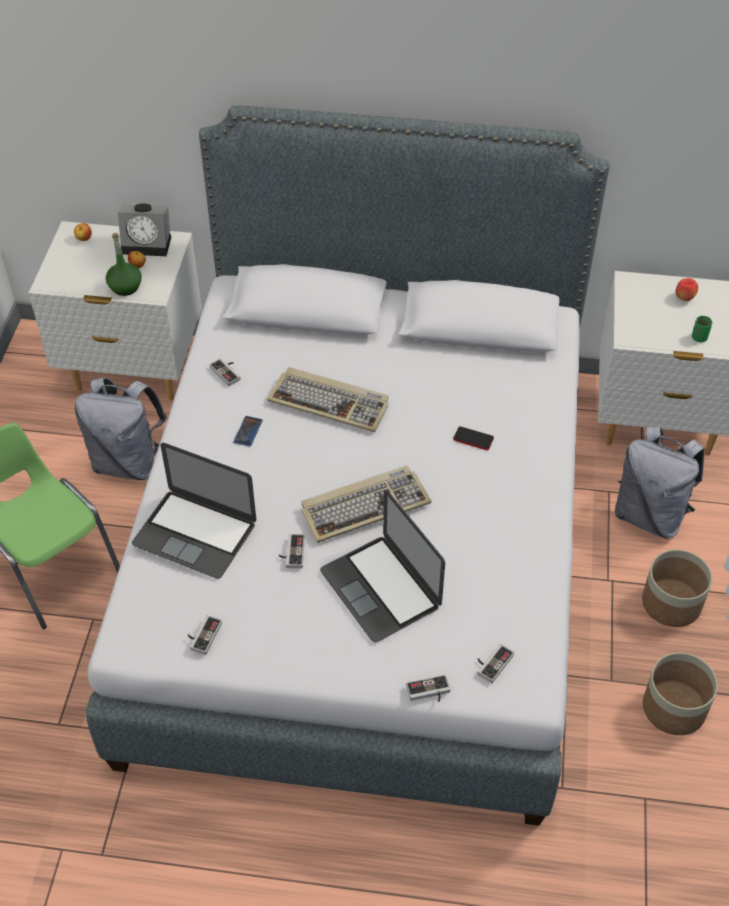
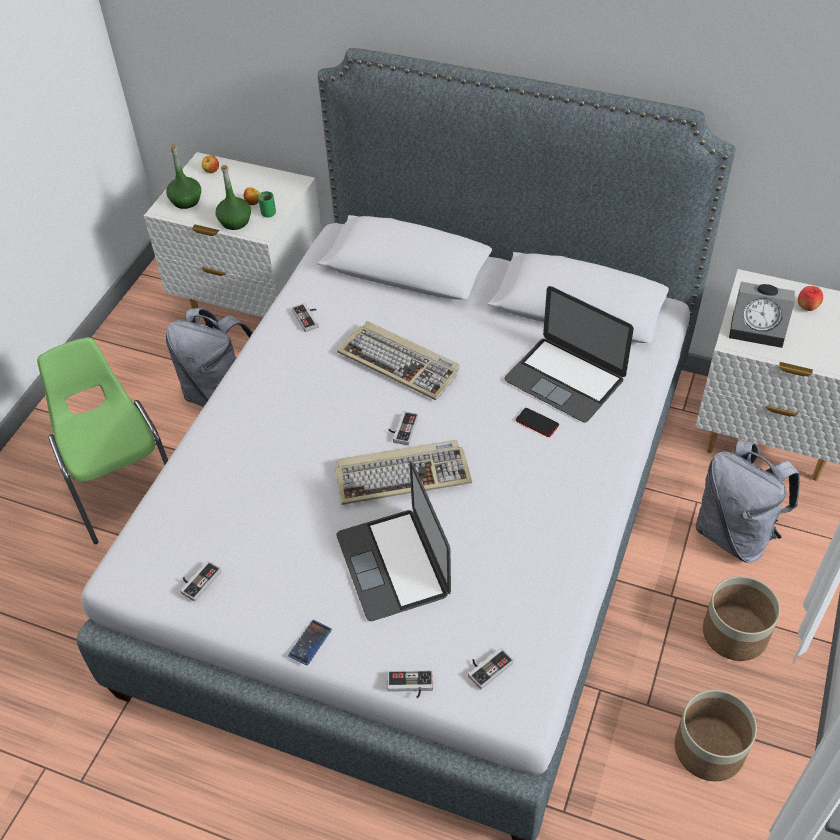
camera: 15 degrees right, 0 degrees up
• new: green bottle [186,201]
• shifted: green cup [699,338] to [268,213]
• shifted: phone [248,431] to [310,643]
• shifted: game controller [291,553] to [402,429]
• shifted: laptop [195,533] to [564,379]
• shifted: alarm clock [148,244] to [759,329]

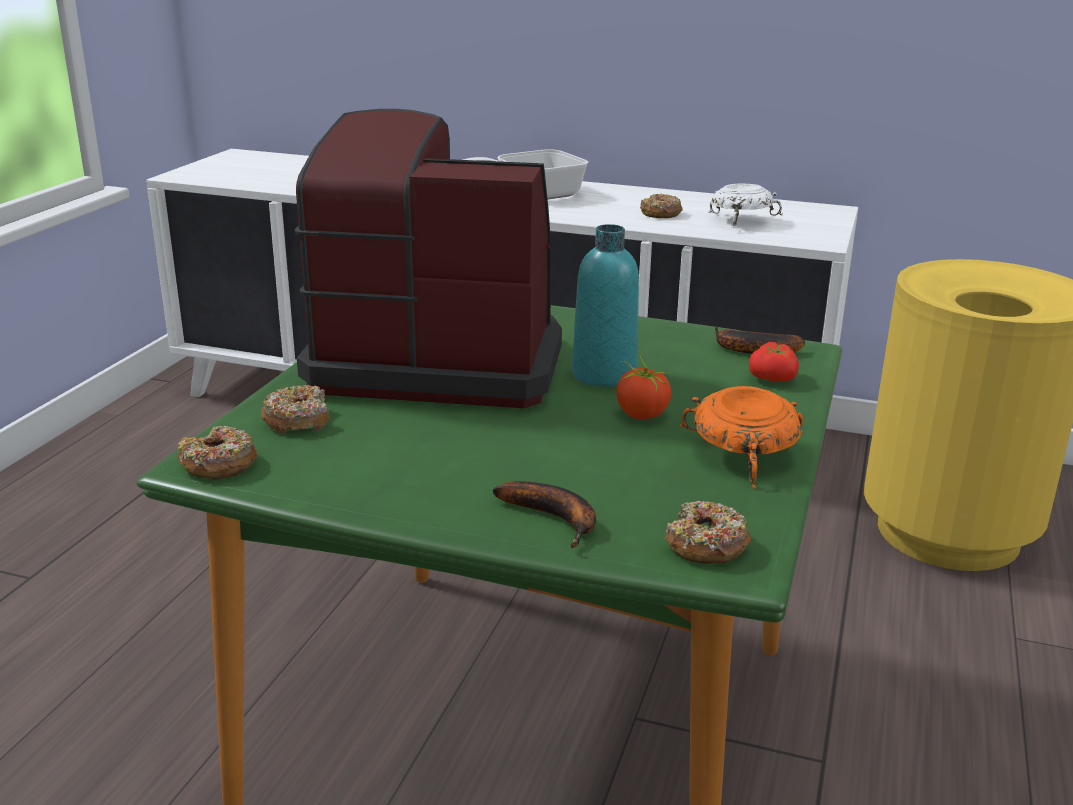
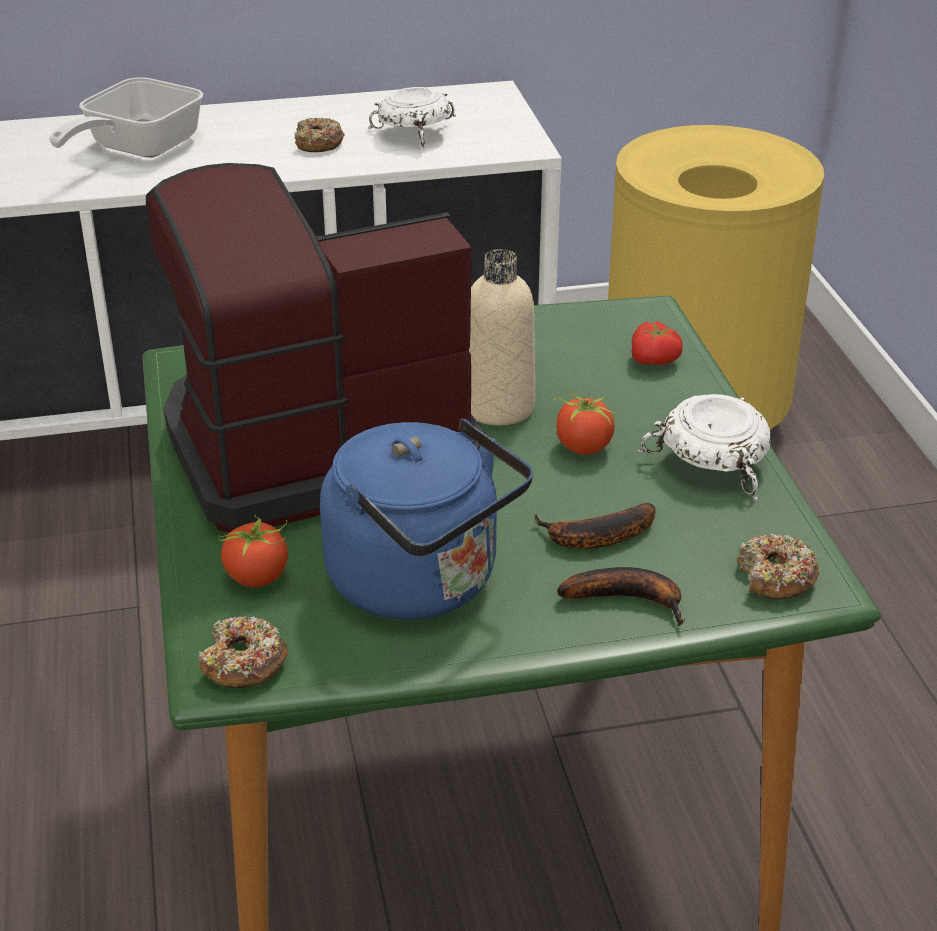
camera: 30 degrees left, 10 degrees up
• swapped: donut [297,420] to tomato [257,577]
• new: blue kettle [422,583]
• repainted: turquoise bottle [604,375] to beige bottle [498,407]
• shifted: banana [750,350] to [594,538]
• repainted: orange bowl [742,453] to white bowl [710,462]

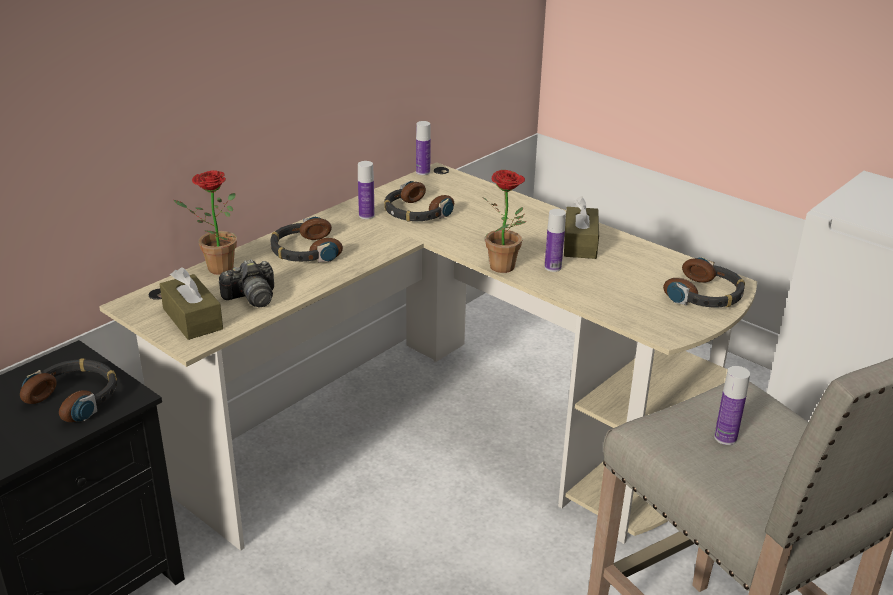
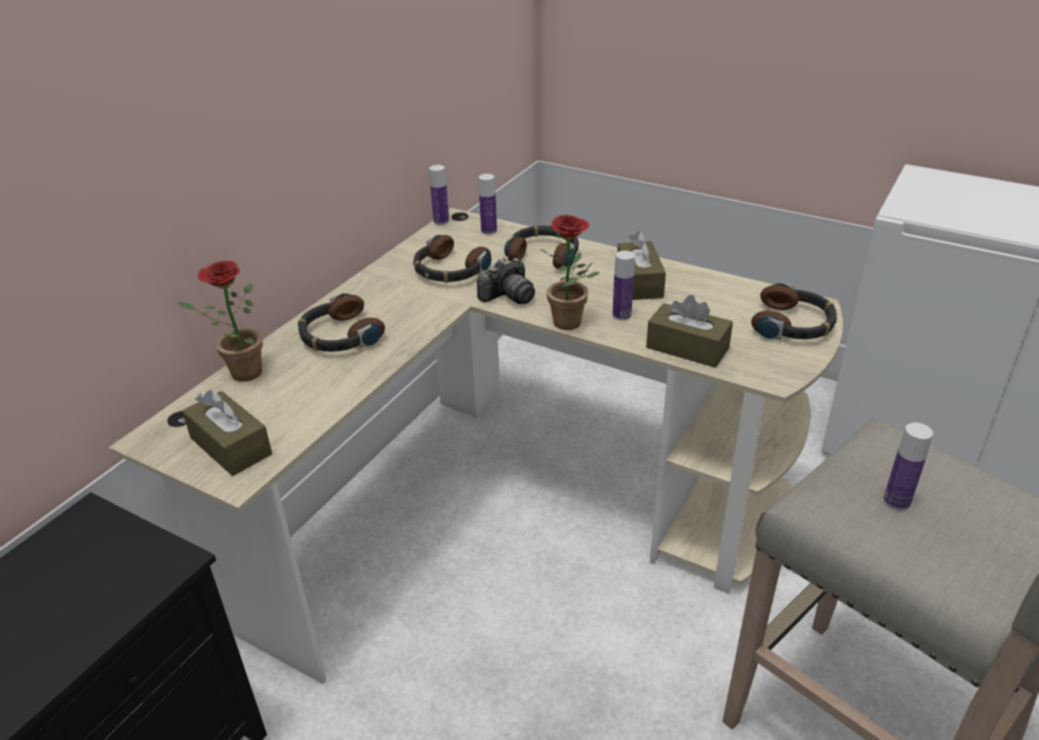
camera: 10 degrees left, 5 degrees up
• shifted: photo camera [251,298] to [508,296]
• shifted: bottle [366,215] to [489,231]
• shifted: headphones [76,397] to [544,254]
• new: brown tissue box [687,348]

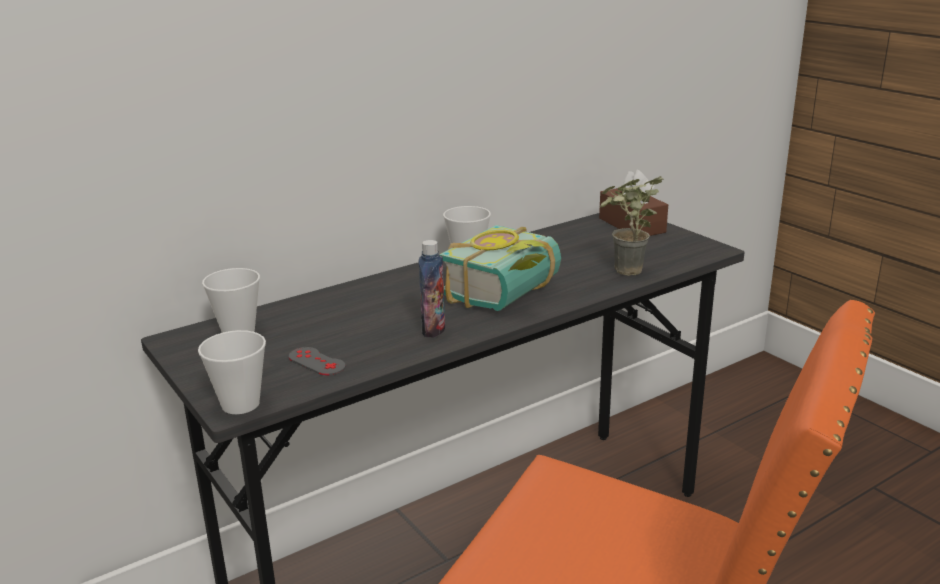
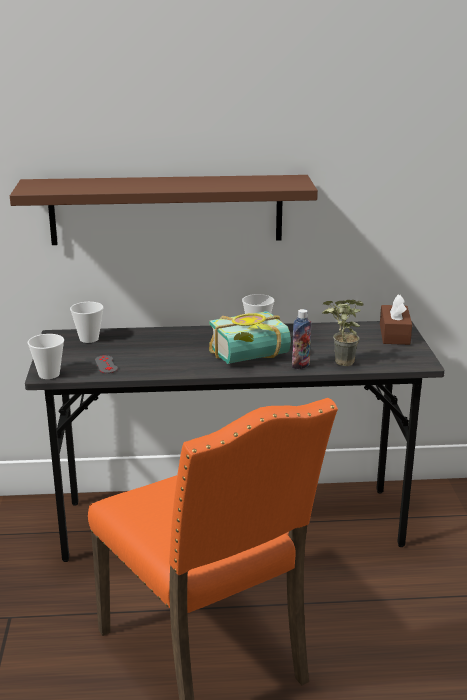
camera: 30 degrees right, 0 degrees up
• new: brown shelf [166,210]
• shifted: bottle [433,330] to [300,365]

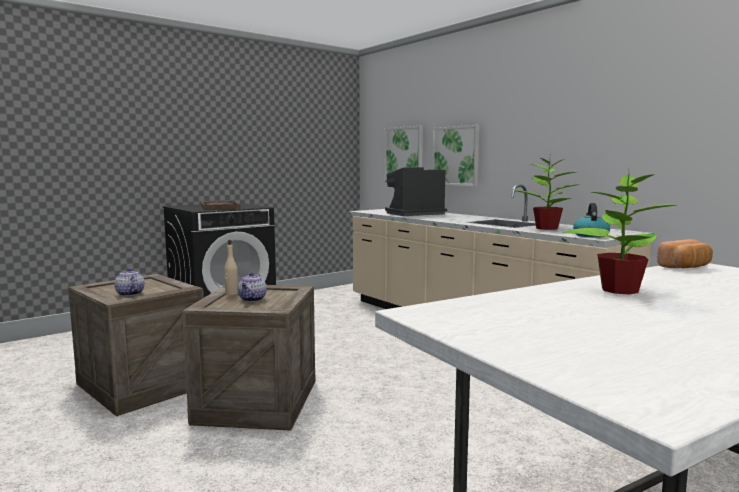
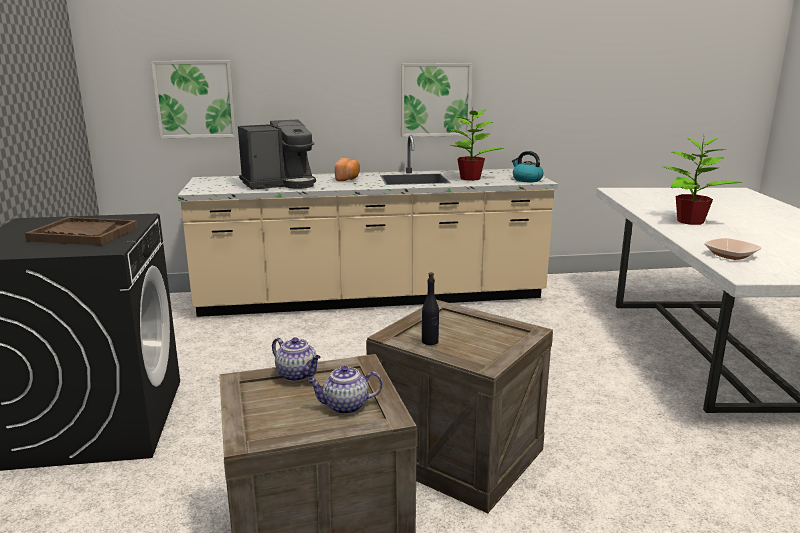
camera: 60 degrees left, 10 degrees up
• rotated: coffee machine [413,214] = [280,184] 120 degrees counterclockwise
• shifted: teapot [252,299] to [298,375]
• shifted: bread [686,267] to [348,179]
• shifted: picture [456,156] to [435,100]
• repainted: beige bottle [231,293] to black bottle [430,342]
• new: bowl [730,255]

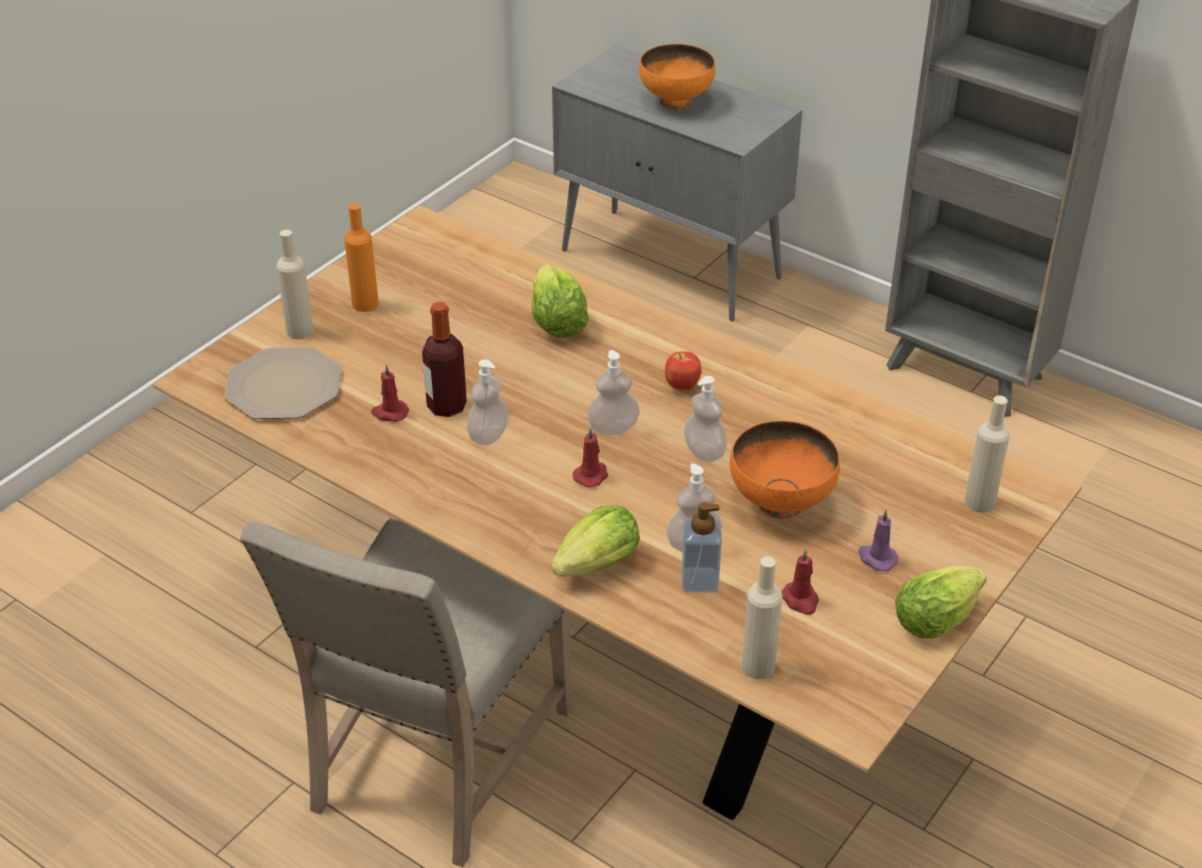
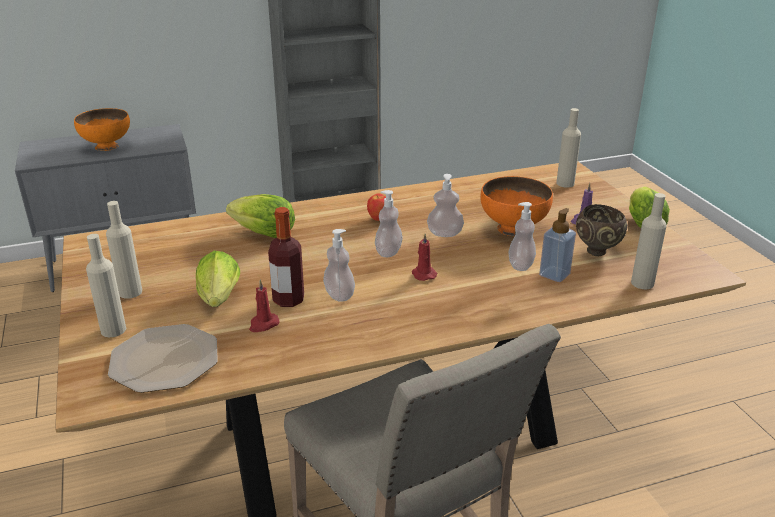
camera: 55 degrees left, 10 degrees down
• repainted: orange bottle [365,304] to beige bottle [130,292]
• shifted: lettuce [593,568] to [219,301]
• swapped: red candle [801,600] to brown bowl [598,252]

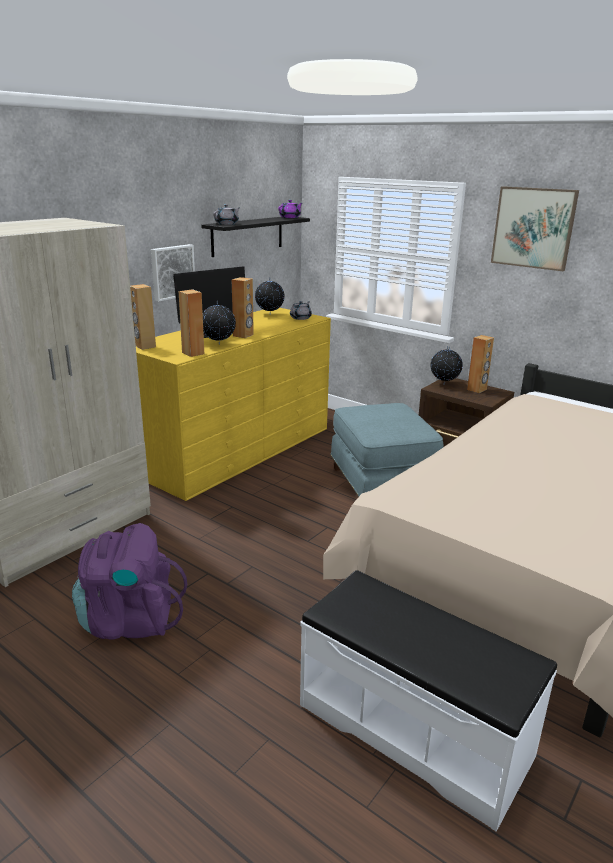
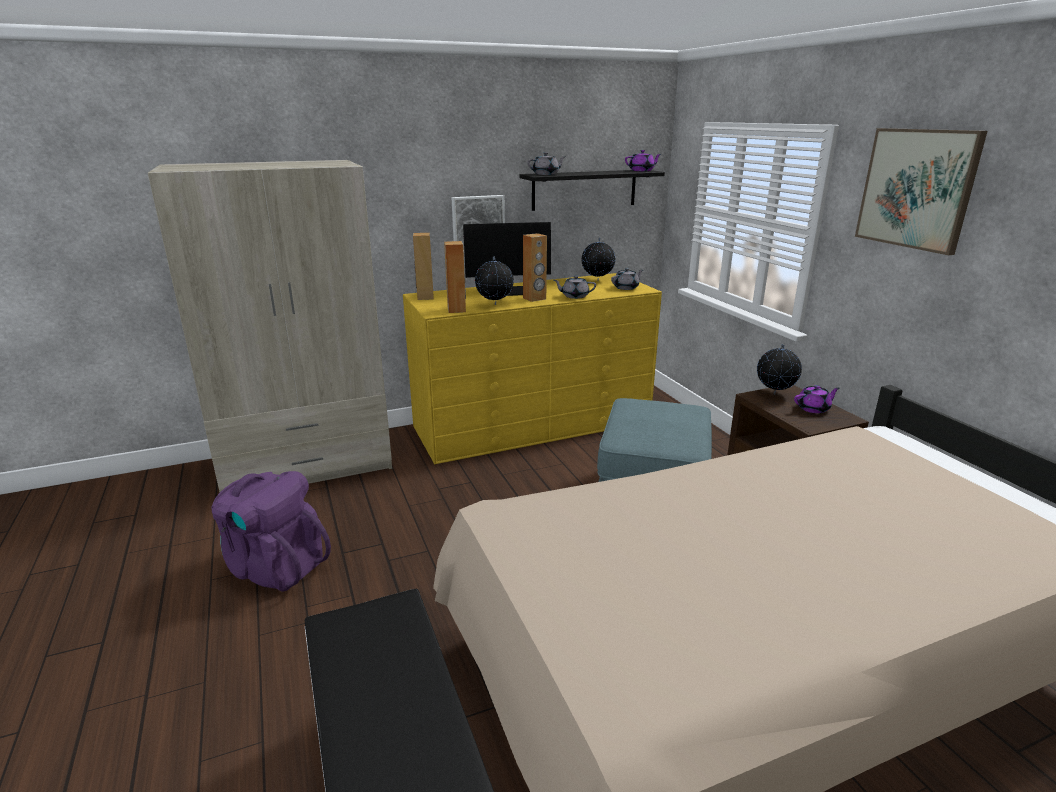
camera: 30 degrees right, 0 degrees up
• new: grey teapot [574,296]
• swapped: brown speaker [477,389] to purple teapot [813,408]

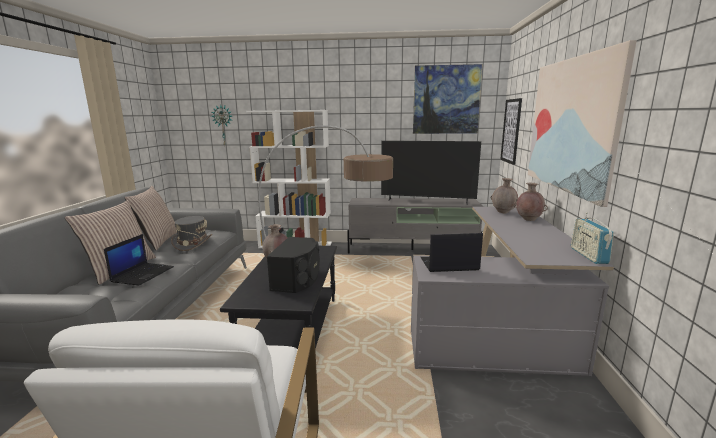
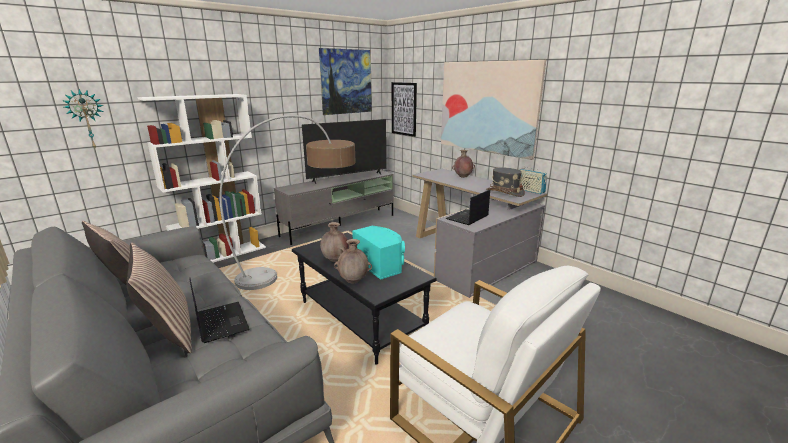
camera: 45 degrees left, 5 degrees up
• shifted: brown vase [503,212] to [353,281]
• repainted: black speaker [297,279] to turquoise speaker [380,264]
• shifted: grey hat [192,243] to [504,192]

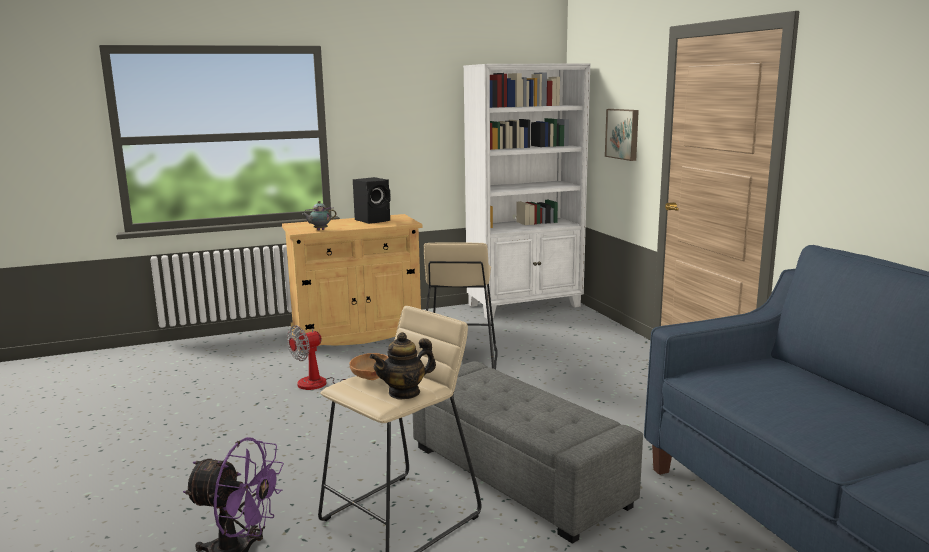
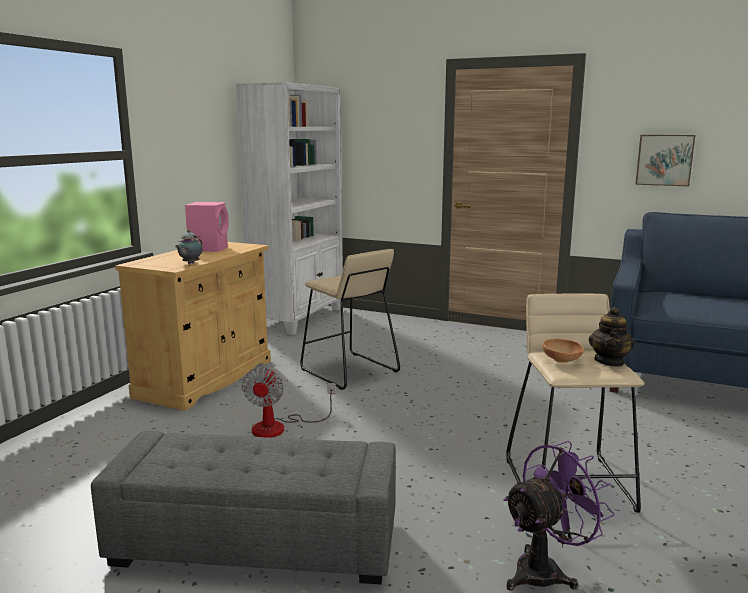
camera: 45 degrees left, 0 degrees up
• shifted: grey ottoman [518,475] to [256,542]
• repainted: black speaker [373,220] to pink speaker [209,249]
• shifted: picture [623,134] to [664,160]

